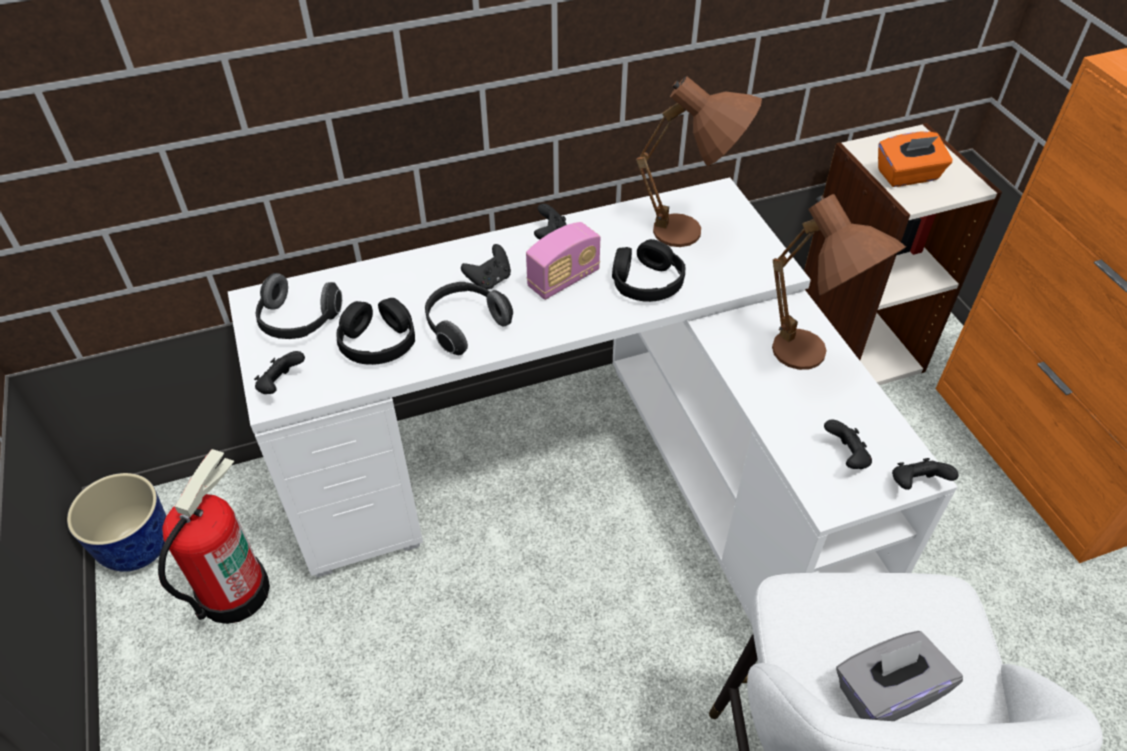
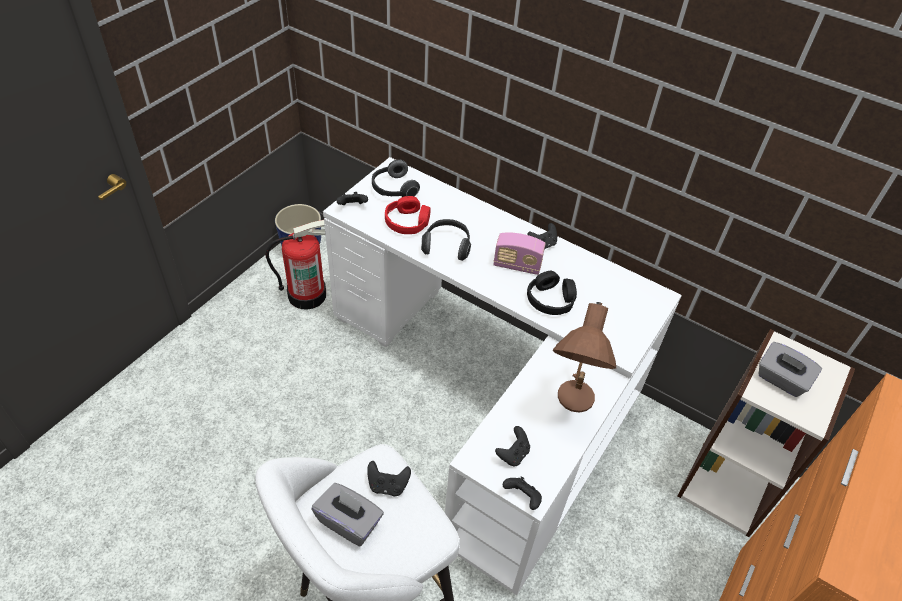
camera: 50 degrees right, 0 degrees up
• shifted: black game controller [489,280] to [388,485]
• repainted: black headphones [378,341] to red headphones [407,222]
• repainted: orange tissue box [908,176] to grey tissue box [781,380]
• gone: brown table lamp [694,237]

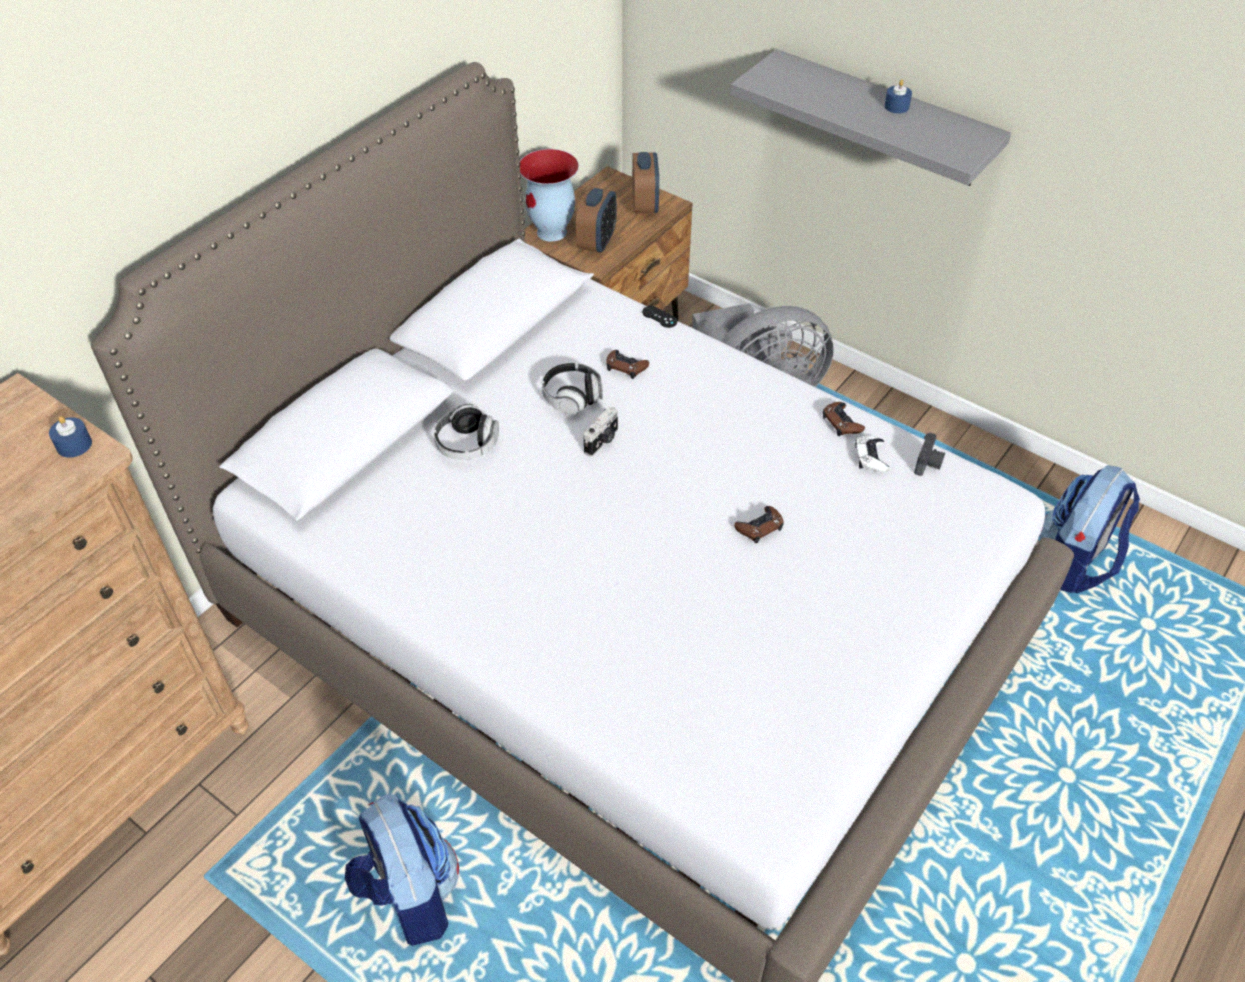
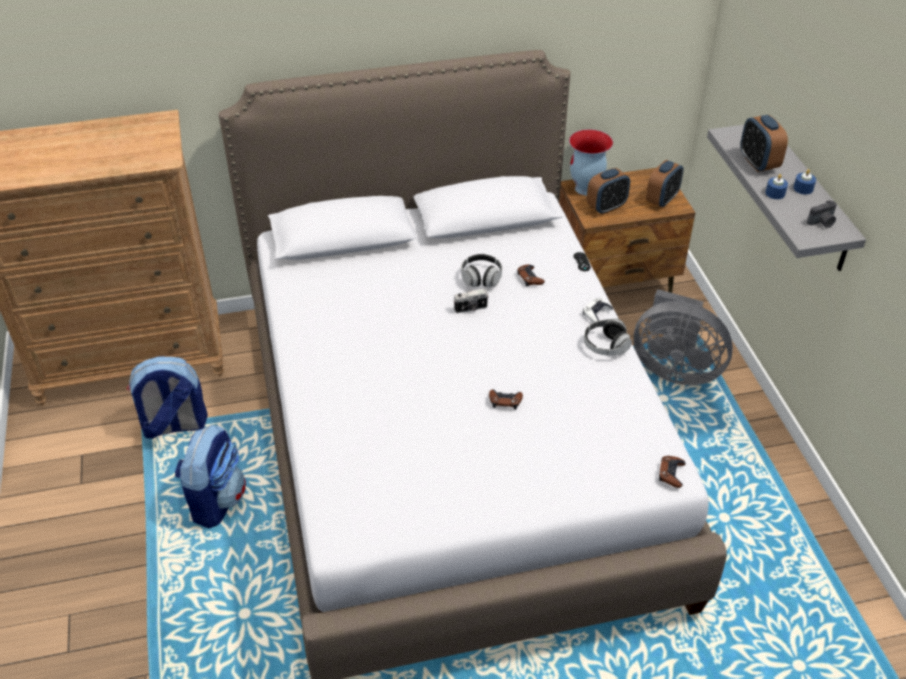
camera: 40 degrees right, 5 degrees down
• shifted: backpack [1073,564] to [174,426]
• shifted: white game controller [870,457] to [596,313]
• shifted: headphones [467,444] to [605,345]
• shifted: brown game controller [841,422] to [671,474]
• new: alarm clock [758,163]
• shifted: blue candle [74,445] to [775,193]
• shifted: photo camera [928,464] to [822,222]

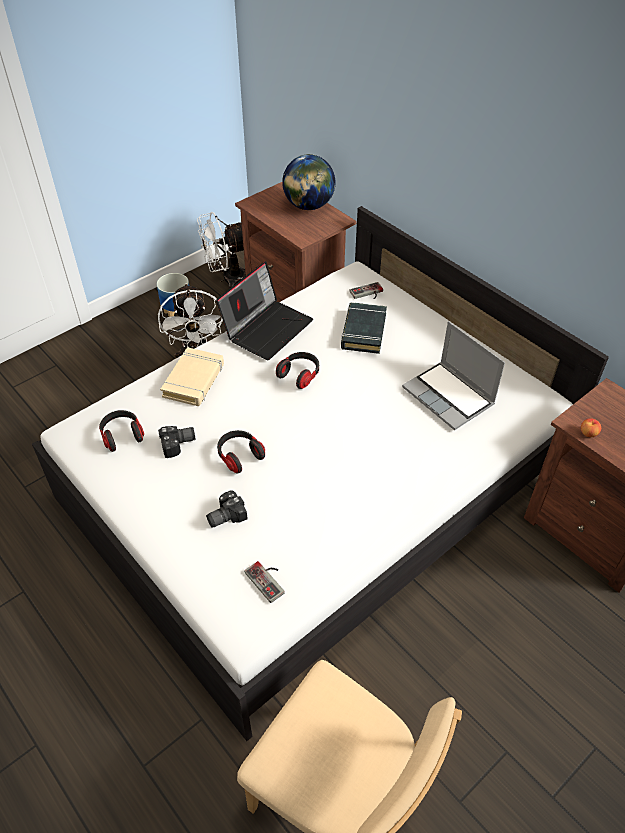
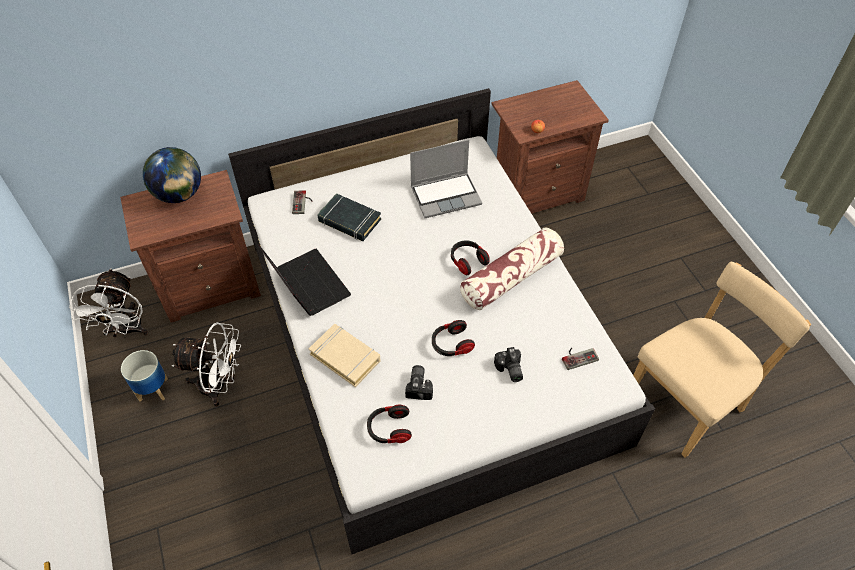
camera: 70 degrees left, 5 degrees up
• shifted: headphones [299,375] to [467,261]
• new: pillow [511,277]

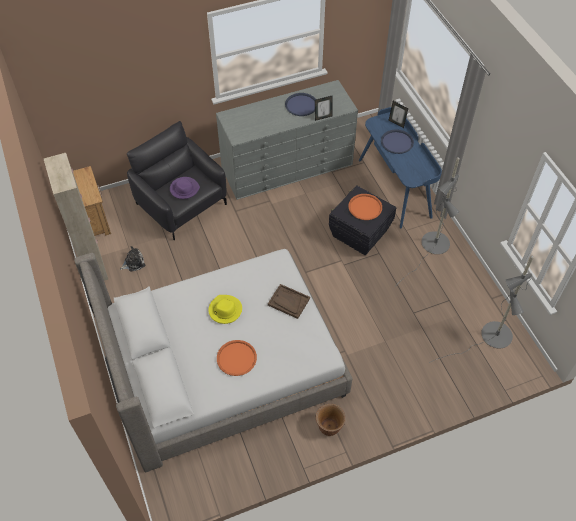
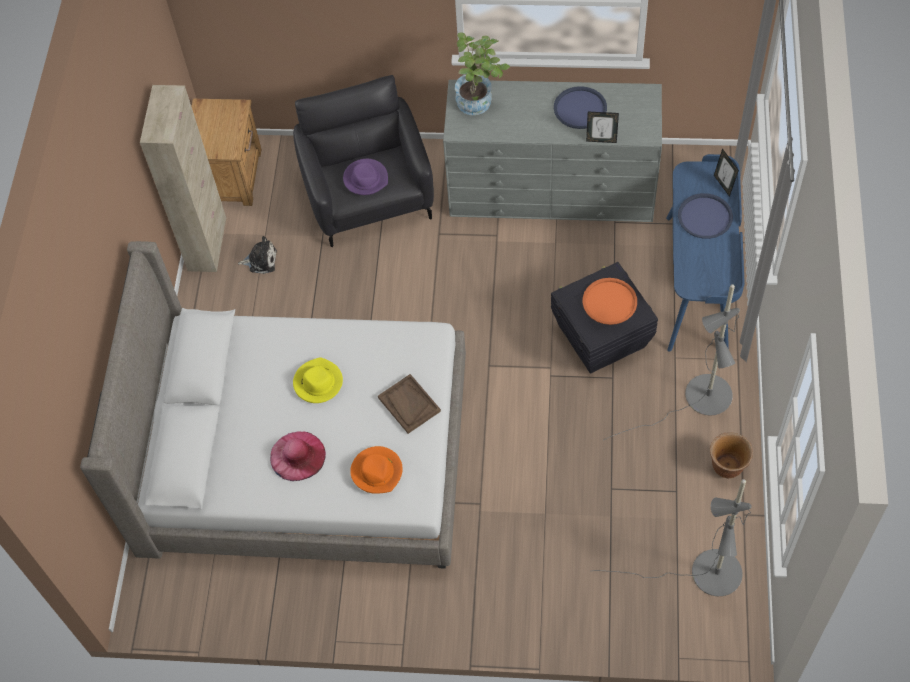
camera: 30 degrees right, 5 degrees up
• swapped: orange tray [236,358] to pink hat [297,456]
• new: orange hat [377,471]
• new: potted plant [479,102]
• shifted: brown planter [329,427] to [727,466]

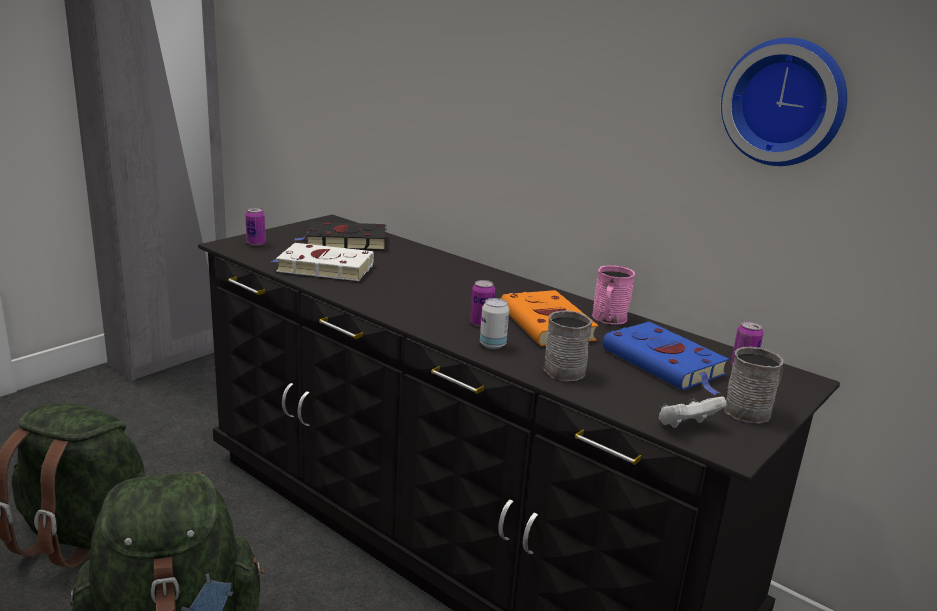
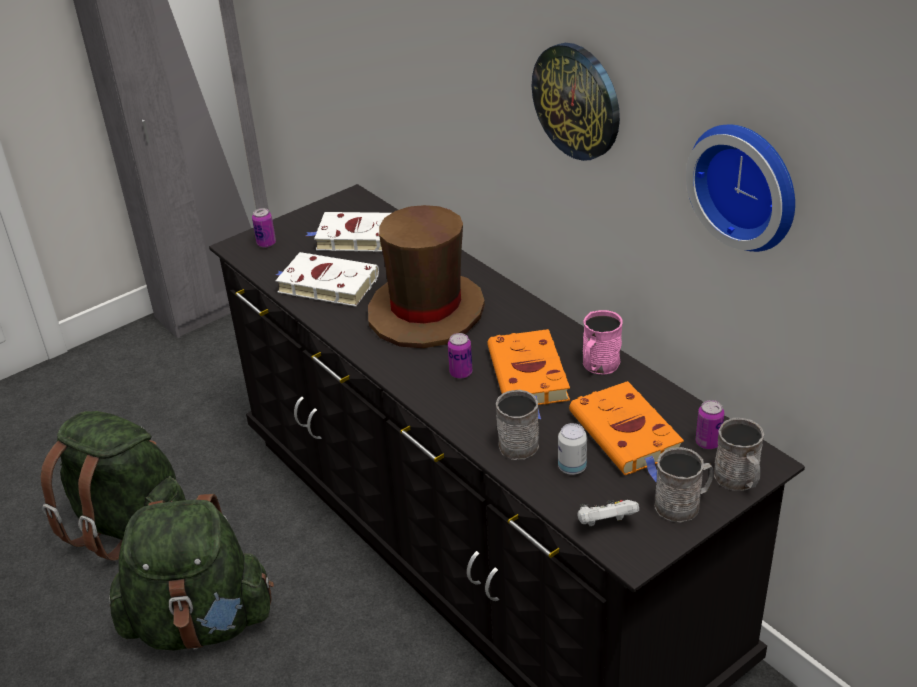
camera: 15 degrees right, 15 degrees up
• repainted: black book [344,242] to white book [358,237]
• new: brown hat [426,312]
• new: wall clock [577,101]
• shifted: can [492,345] to [572,467]
• repainted: blue book [665,364] to orange book [627,436]
• new: grey mug [739,480]

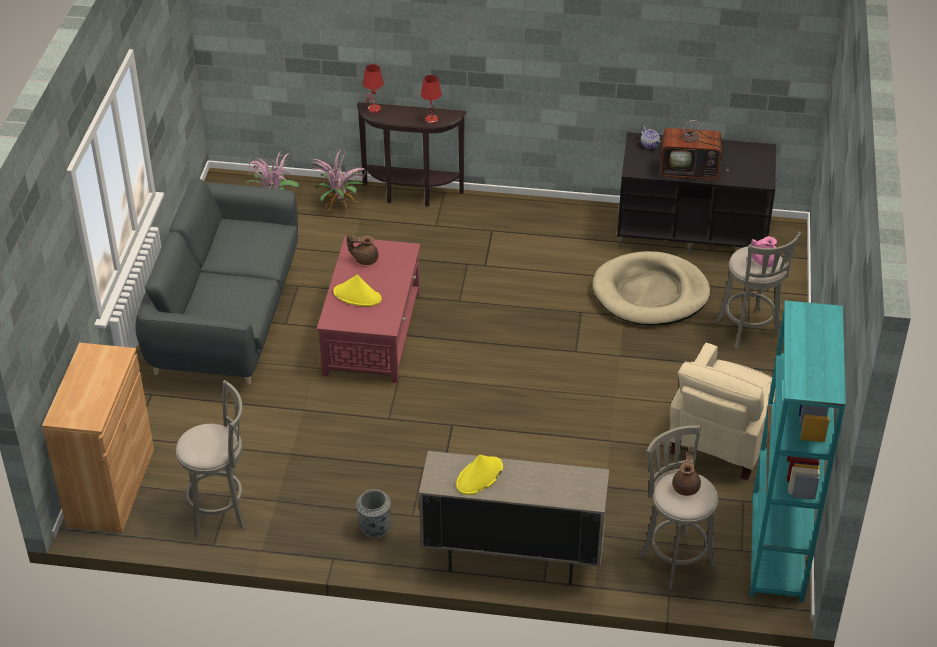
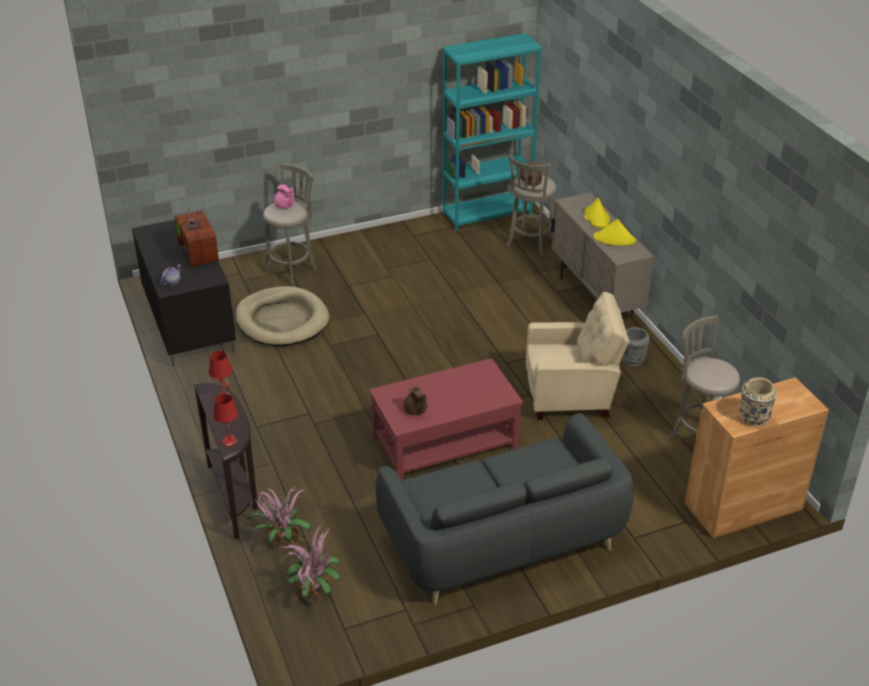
camera: 120 degrees left, 5 degrees down
• shifted: beige armchair [722,440] to [571,396]
• shifted: yellow hat [357,296] to [596,217]
• new: beige vase [753,418]

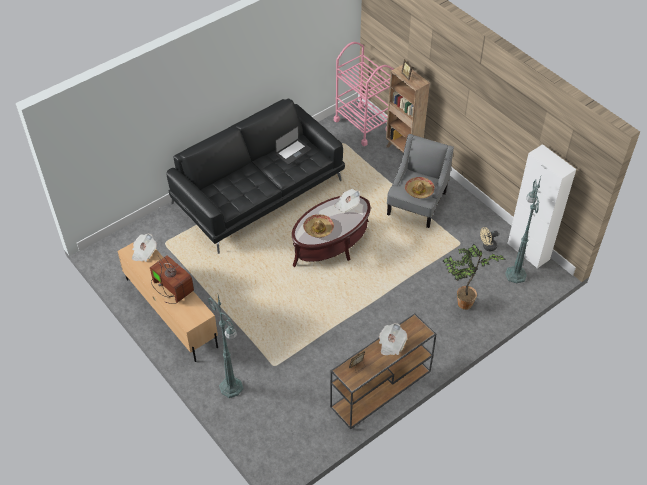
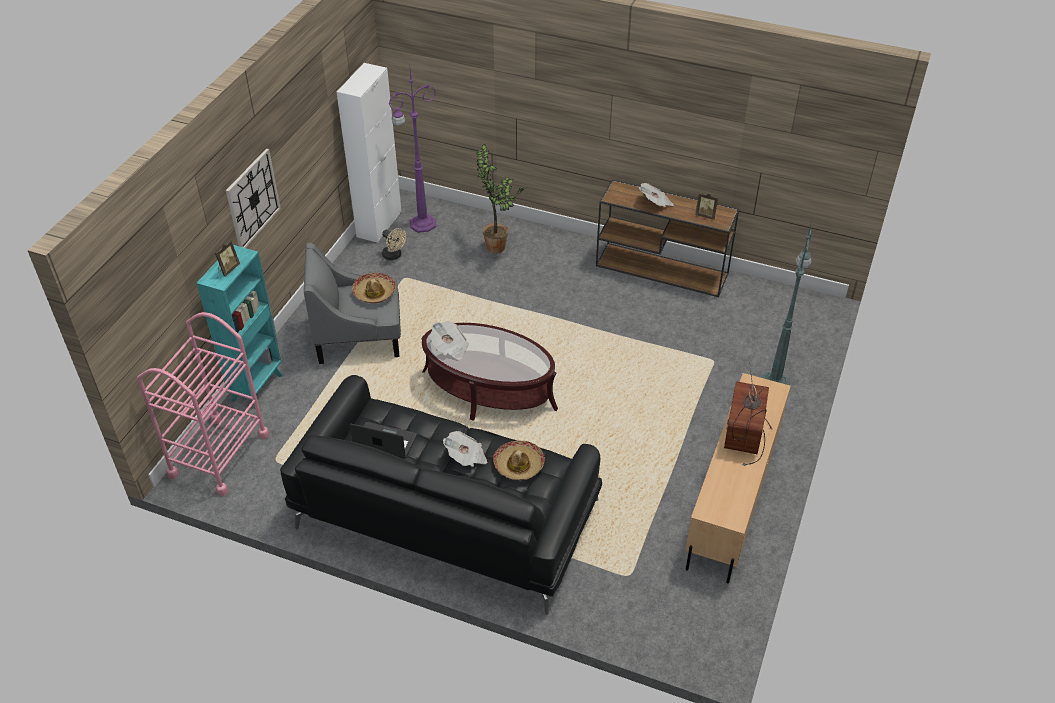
camera: 120 degrees left, 5 degrees down
• repainted: brown bookcase [403,151] to turquoise bookcase [258,387]
• new: wall clock [252,199]
• repainted: green floor lamp [515,273] to purple floor lamp [421,224]
• shifted: newspaper [144,253] to [466,457]
• shifted: hat [318,229] to [519,465]

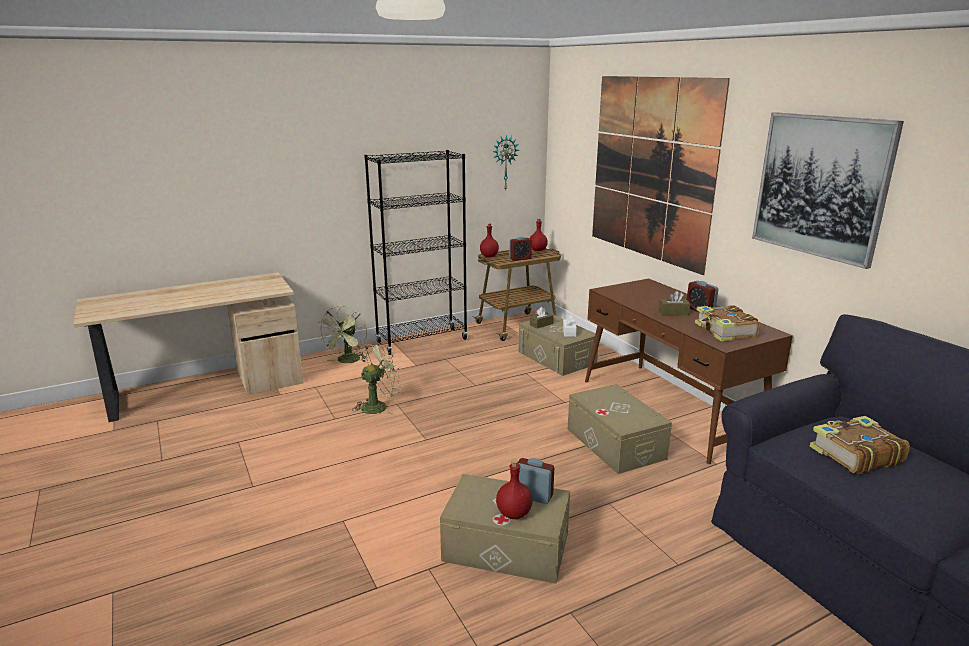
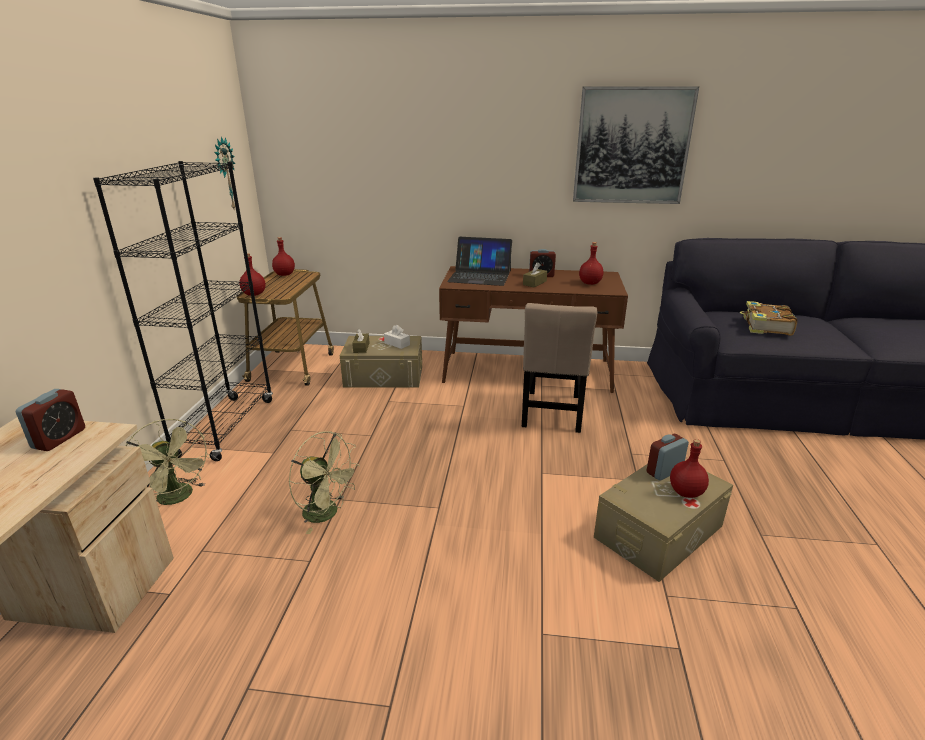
camera: 55 degrees left, 5 degrees up
• shifted: alarm clock [520,259] to [59,438]
• rotated: green fan [379,406] = [327,514] 120 degrees clockwise
• new: laptop [480,276]
• swapped: beige storage box [615,443] to beige chair [552,413]
• swapped: book [725,331] to red bottle [590,283]
• gone: picture [650,169]

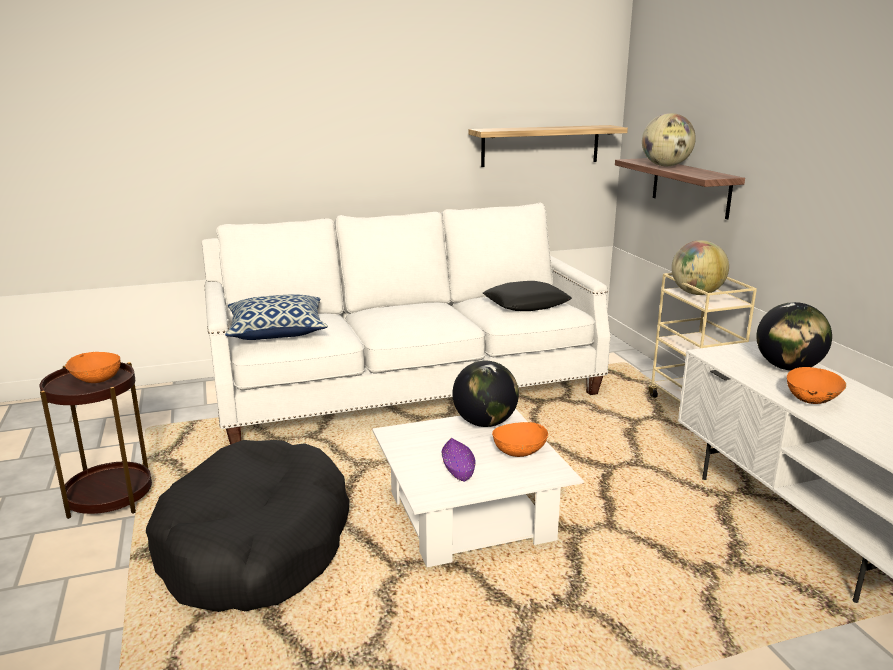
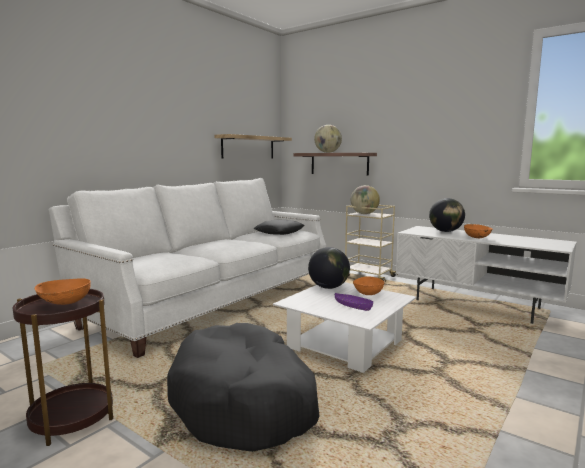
camera: 35 degrees left, 10 degrees down
• gone: pillow [277,332]

